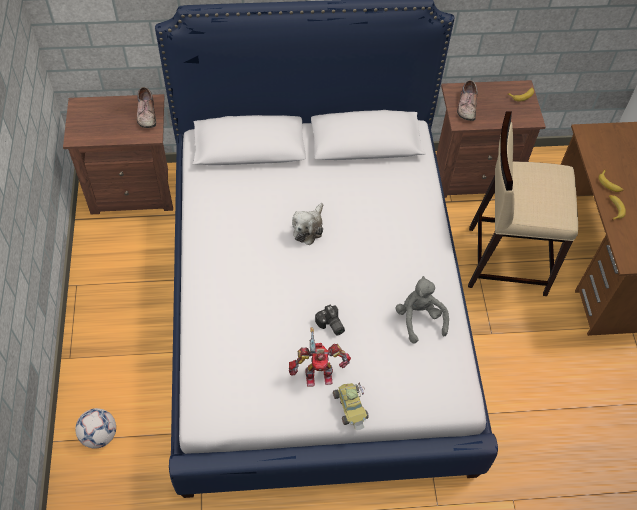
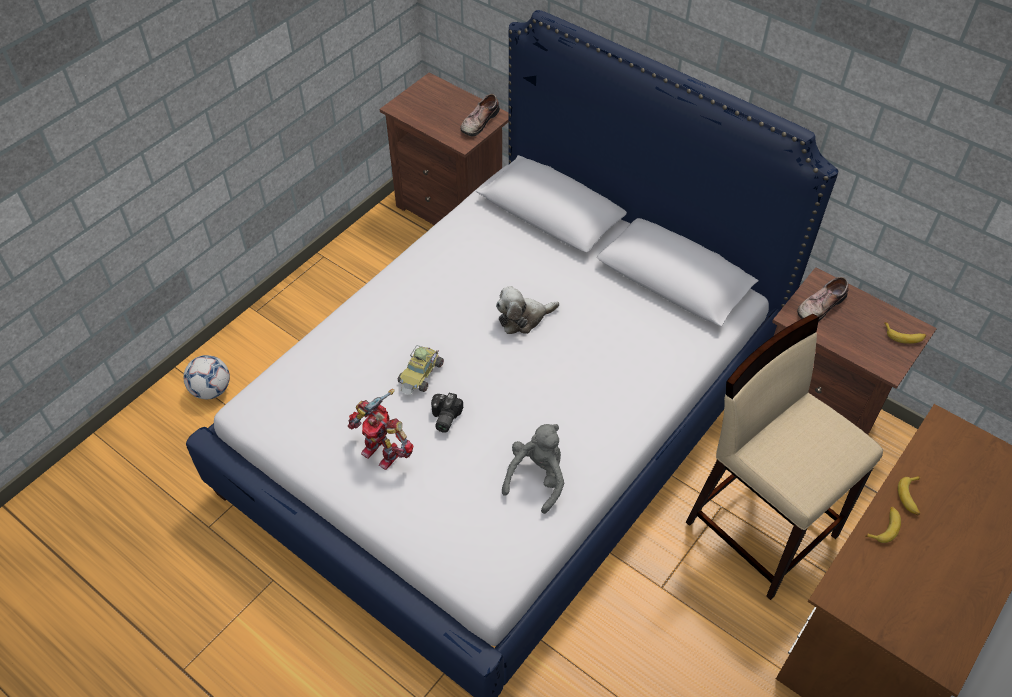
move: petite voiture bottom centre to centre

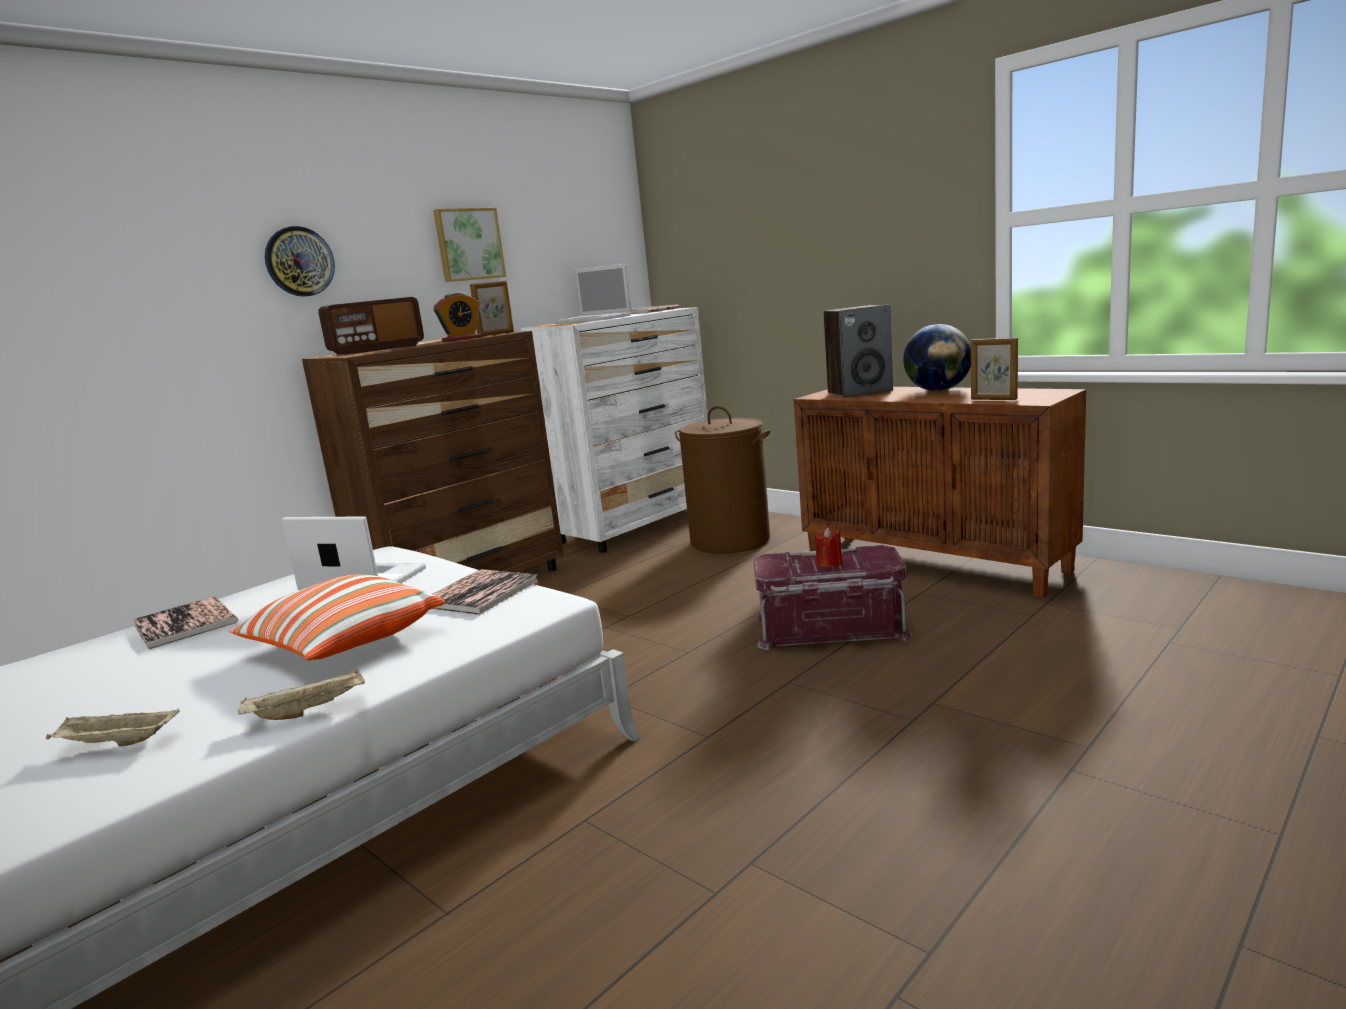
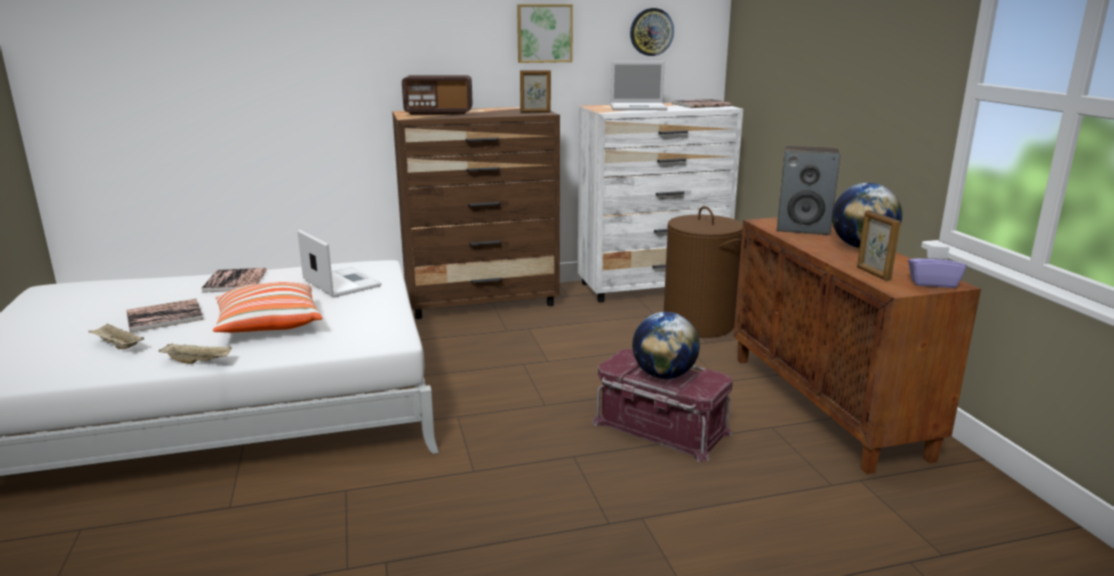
delete: réveil top centre
insert: boîte à mouchoirs [violet] middle right
move: horloge murale top left to top centre; livre (2nd from left in the first image) centre to livre (1st from left) middle left
replace: bougie [rouge] centre to globe (1st from left) centre
rotate: ordinateur portable (2nd from left) top centre = top centre 60 degrees counterclockwise

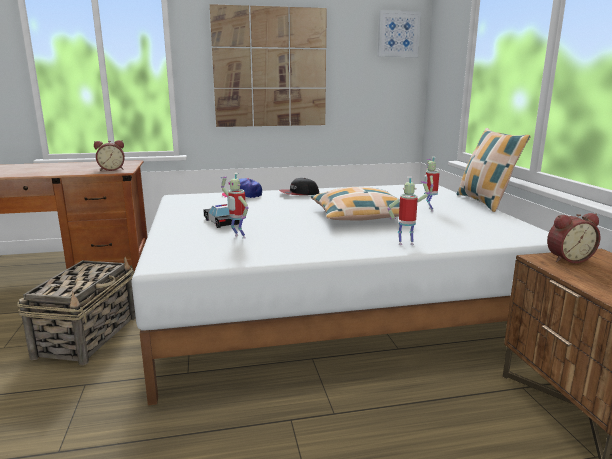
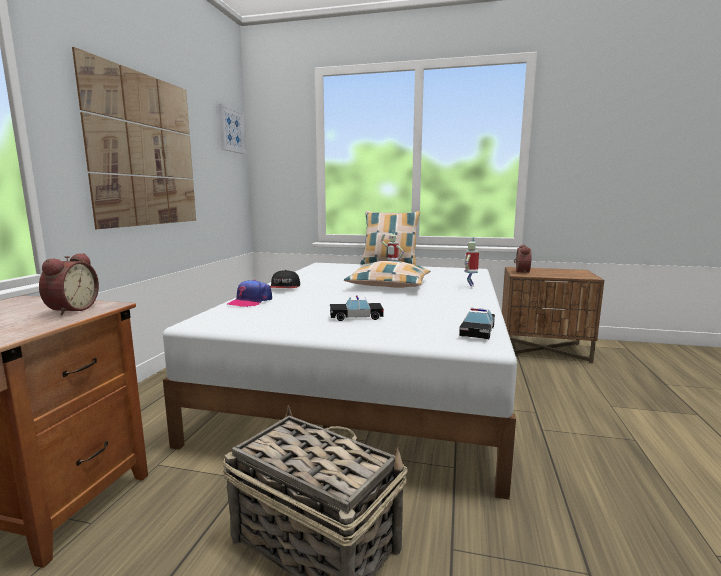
delete: robot jouet (1st from left) centre
insert: petite voiture (2nd from left) centre

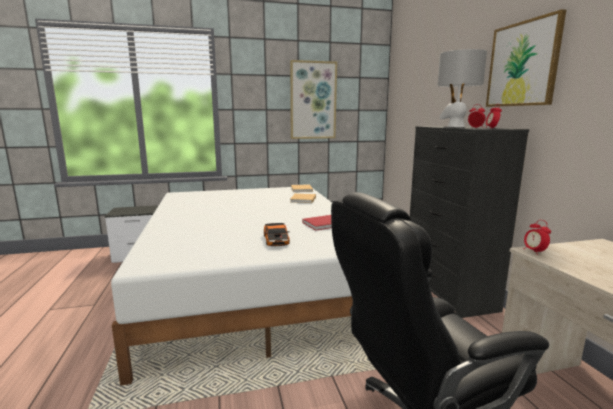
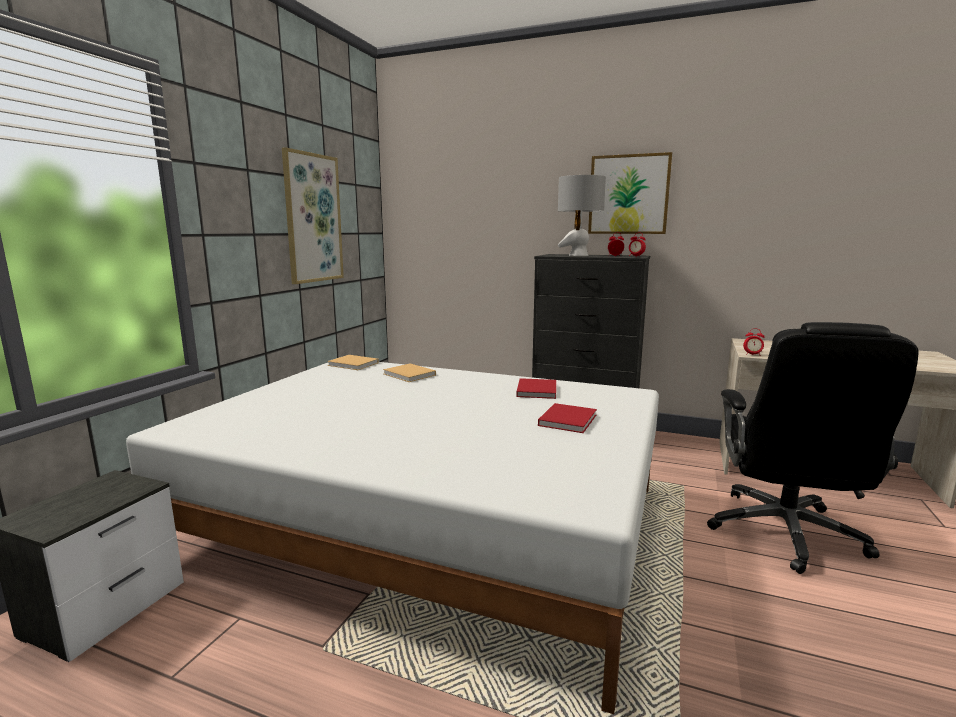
replace: petite voiture centre to livre [rouge] (2nd from left) centre

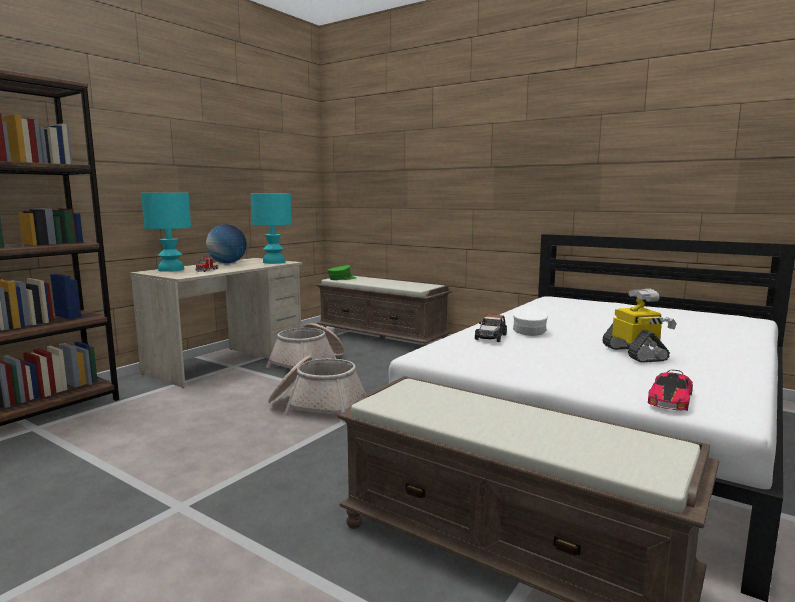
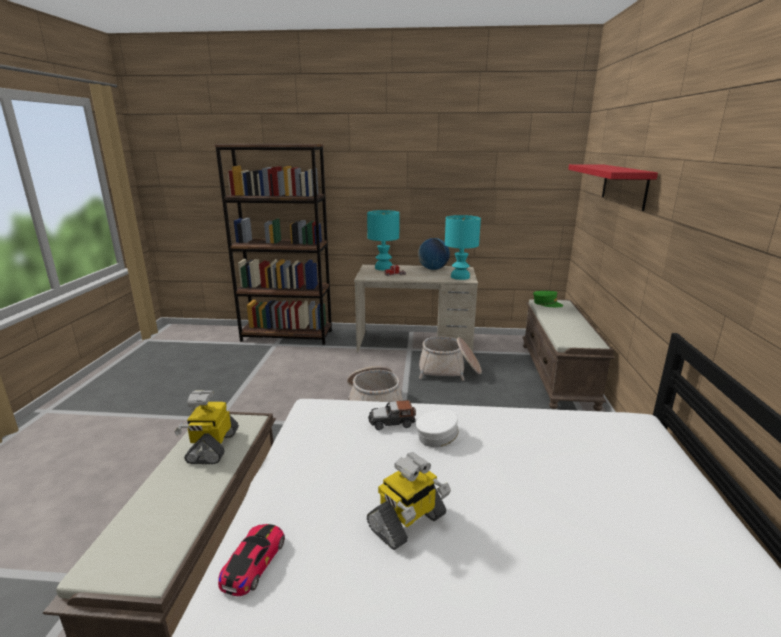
insert: robot jouet (1st from left) bottom left; étagère [rouge] top right
rotate: petite voiture (2nd from left in the first image) middle right = bottom left 105 degrees clockwise

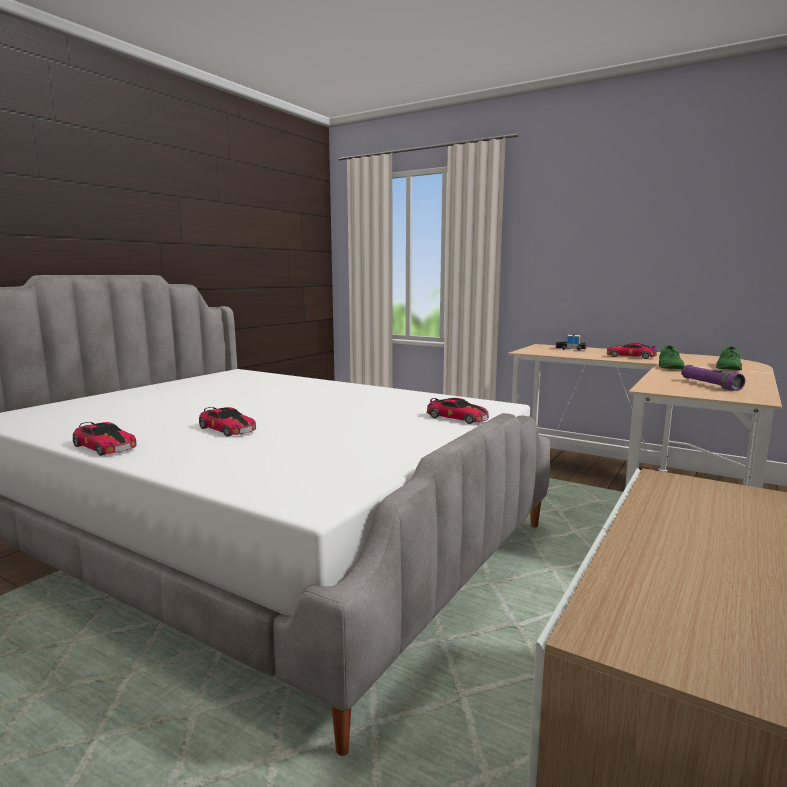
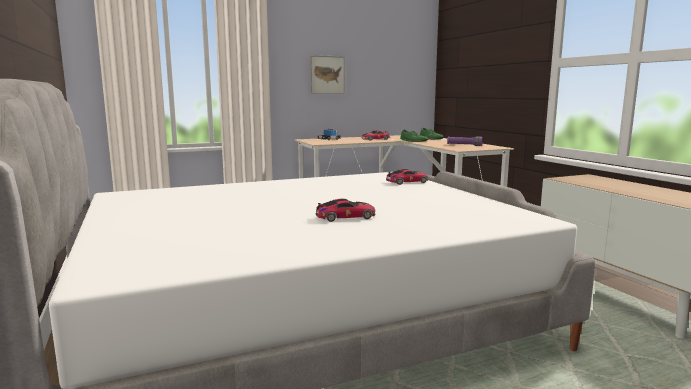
delete: petite voiture (1st from left) middle left
insert: tableau top centre

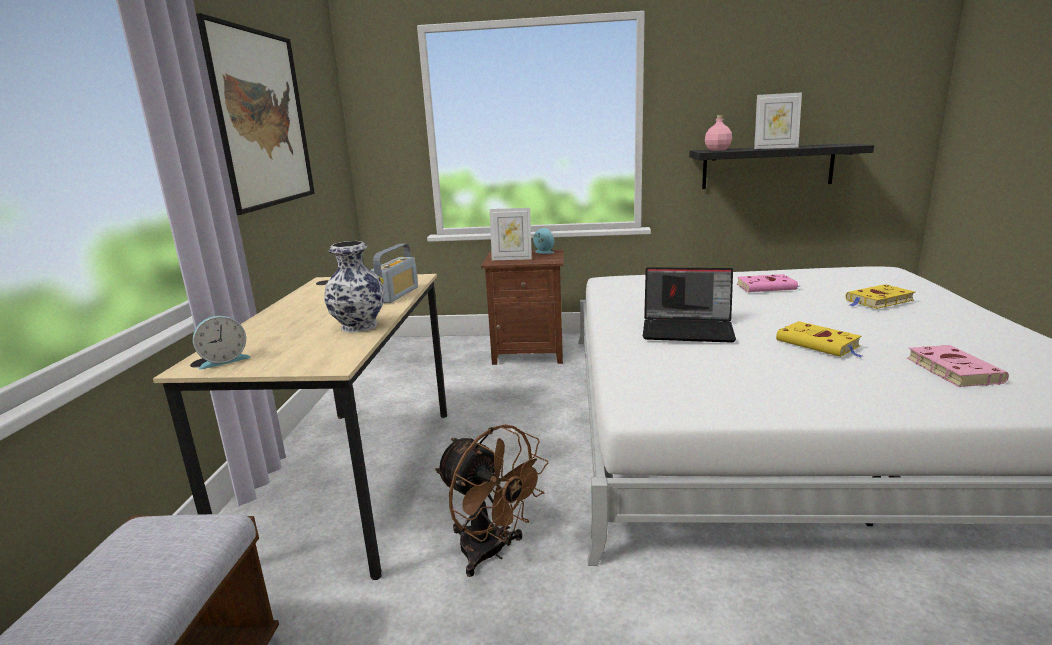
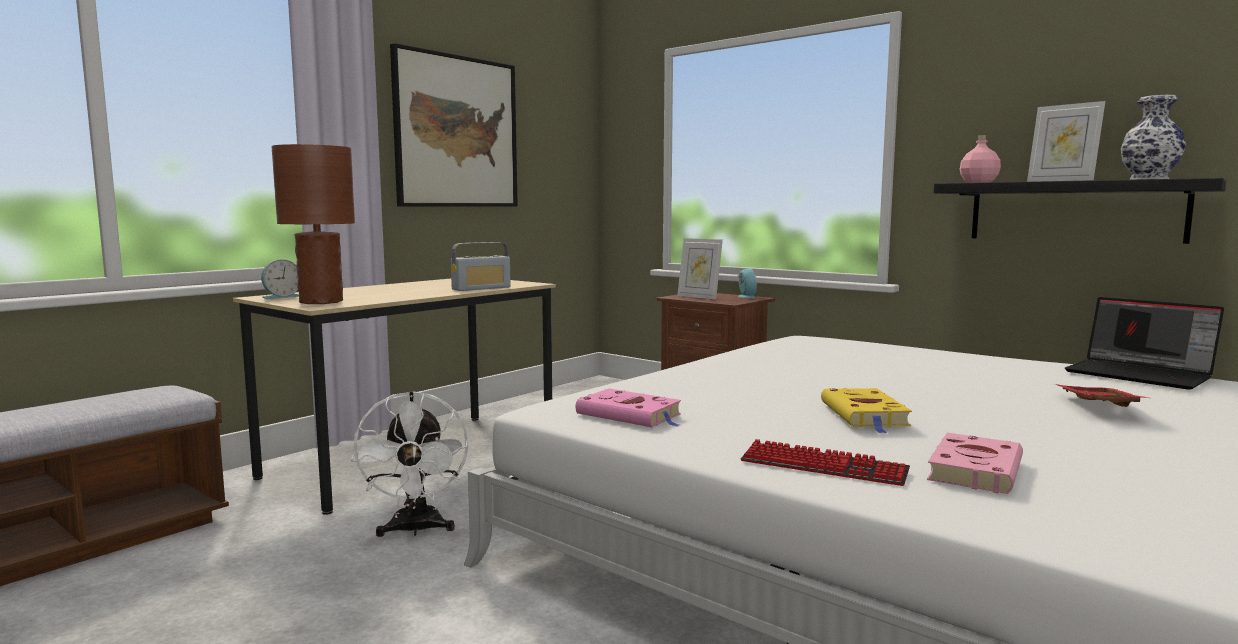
insert: lampe de table [marron] middle left; clavier bottom centre
move: vase centre to top right; ordinateur portable centre to middle right; livre [rose] (1st from left) middle right to centre
replace: livre [jaune] (2nd from left) middle right to plateau [rouge] middle right
recolor: ventilateur [marron] bottom centre to ventilateur [blanc] bottom left
rotate: réveil (1st from left) middle left = middle left 45 degrees counterclockwise

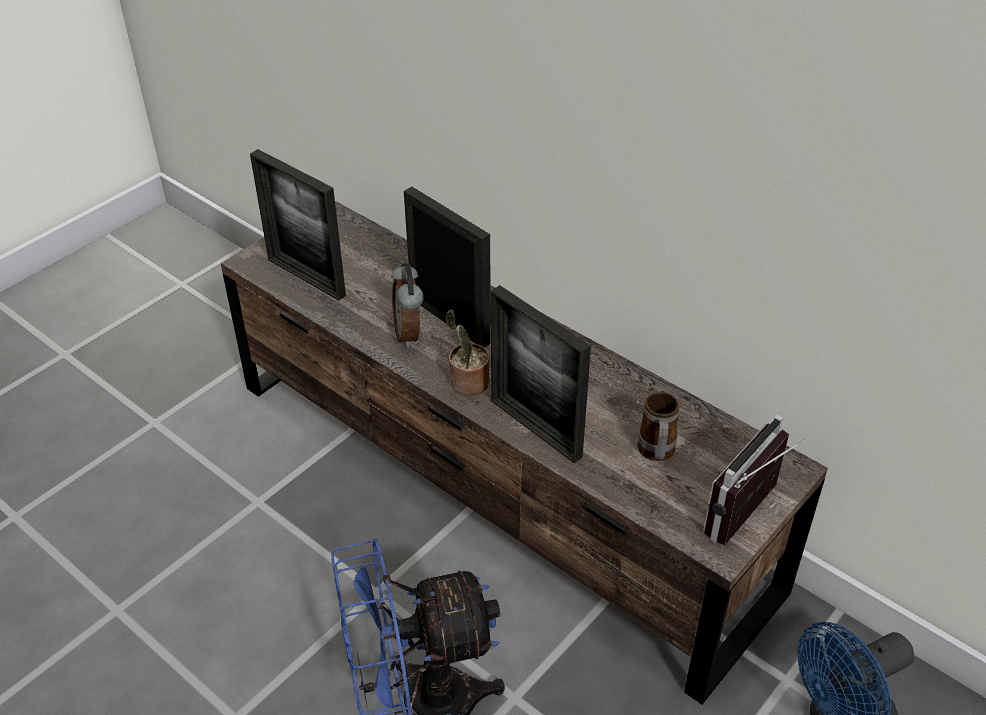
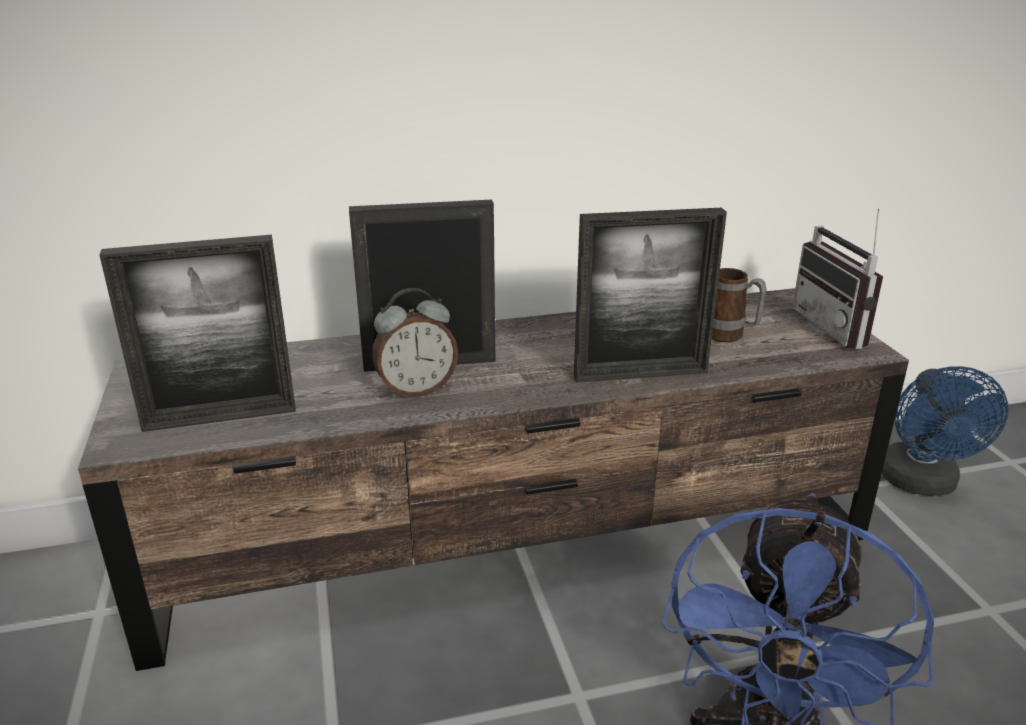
delete: plante en pot centre
rotate: réveil centre = centre 45 degrees counterclockwise

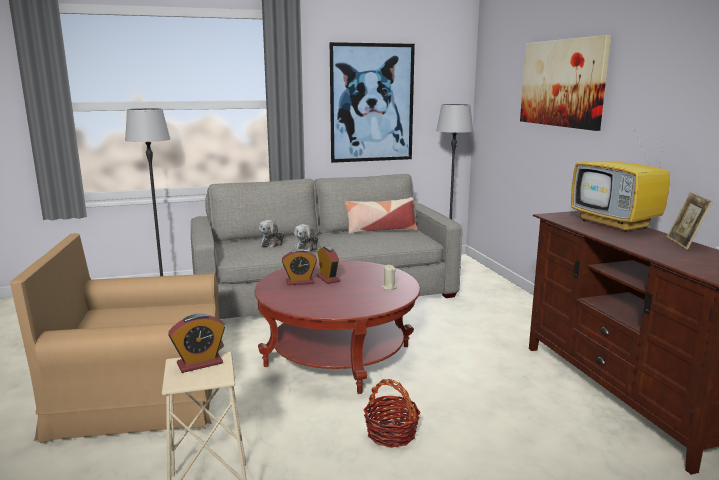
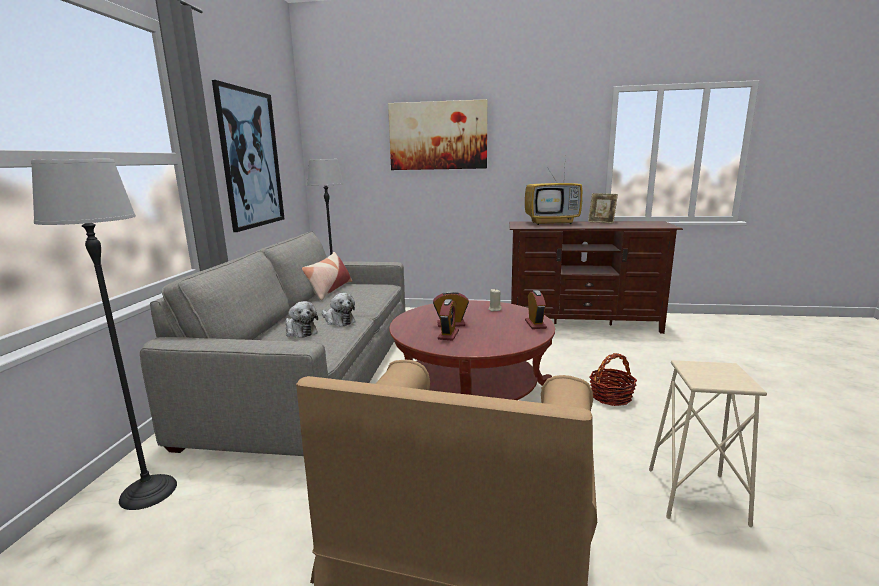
move: réveil (1st from left in the first image) bottom left to réveil (3rd from left) centre

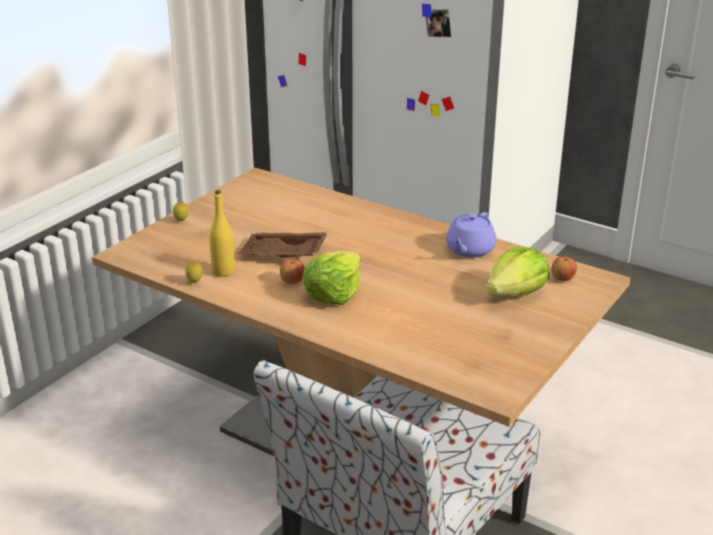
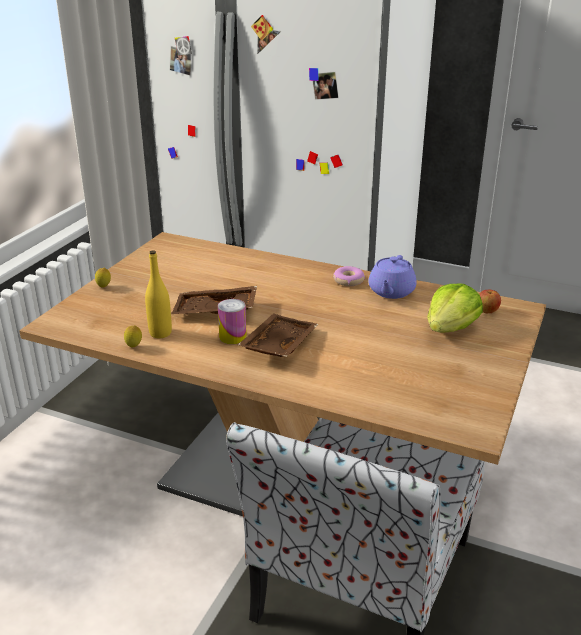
insert: beignet centre
replace: pomme (1st from left) centre to boîte métallique centre; laitue (1st from left) centre to plateau [marron] (2nd from left) centre

